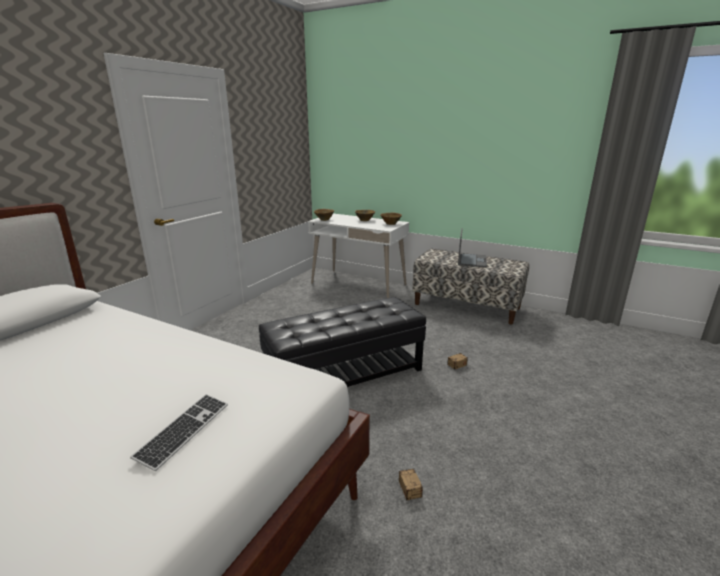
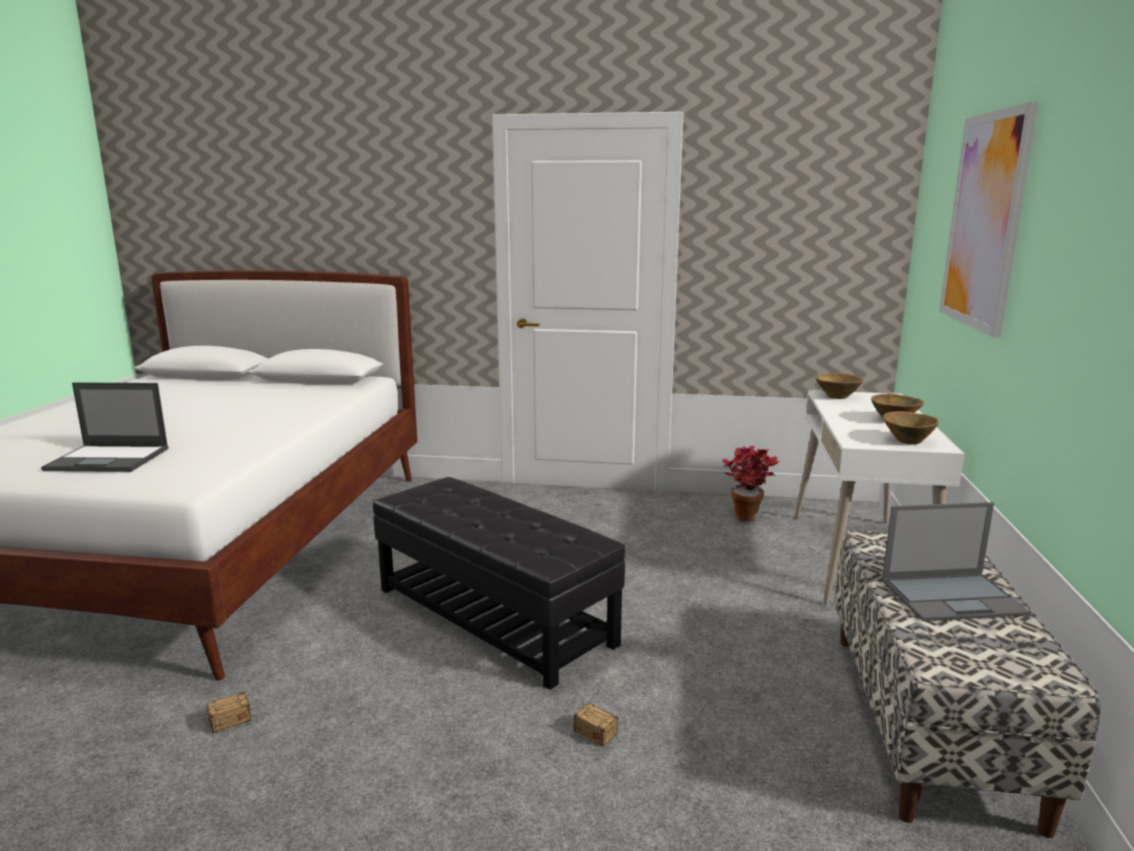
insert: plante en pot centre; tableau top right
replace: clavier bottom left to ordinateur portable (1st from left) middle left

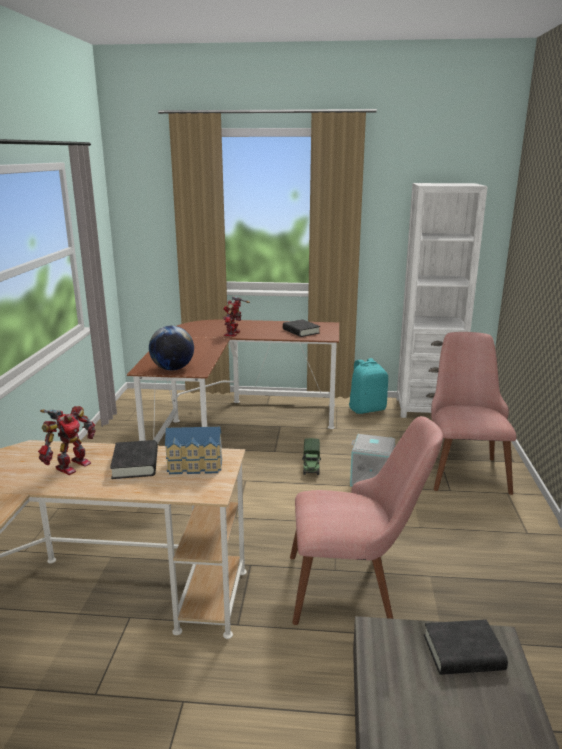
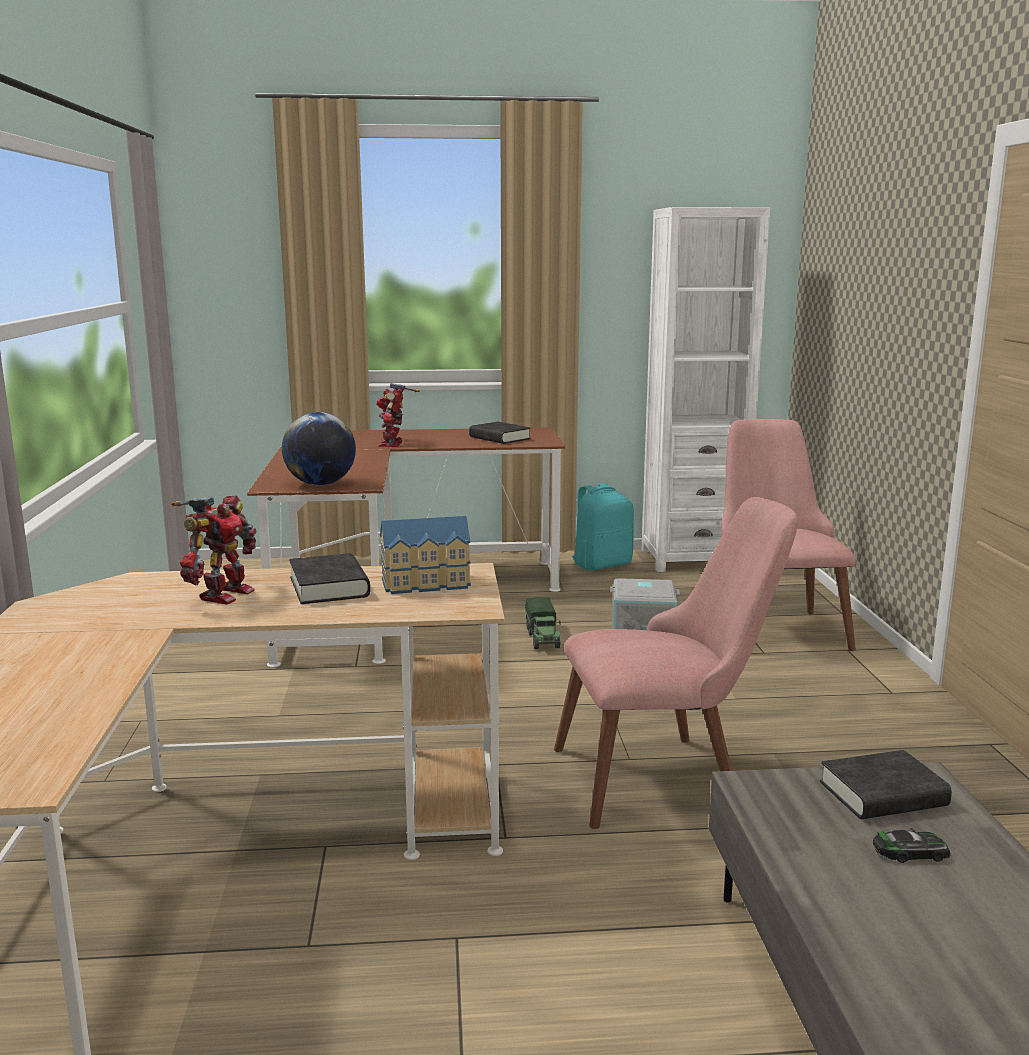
insert: petite voiture bottom right

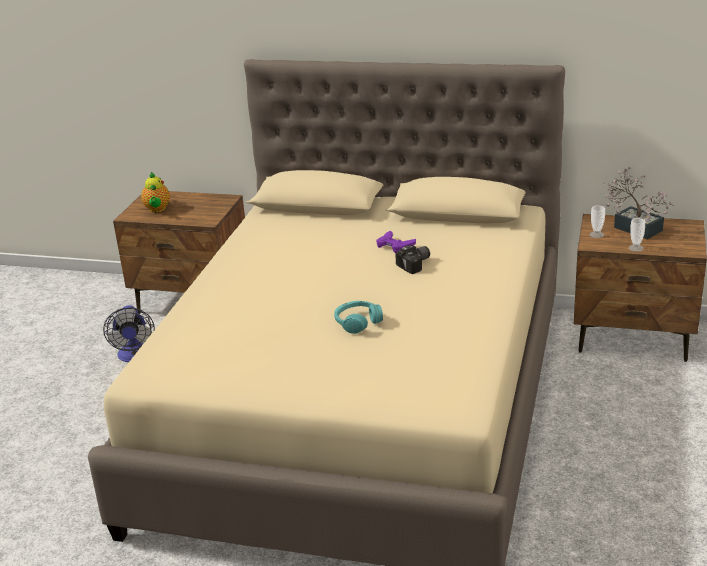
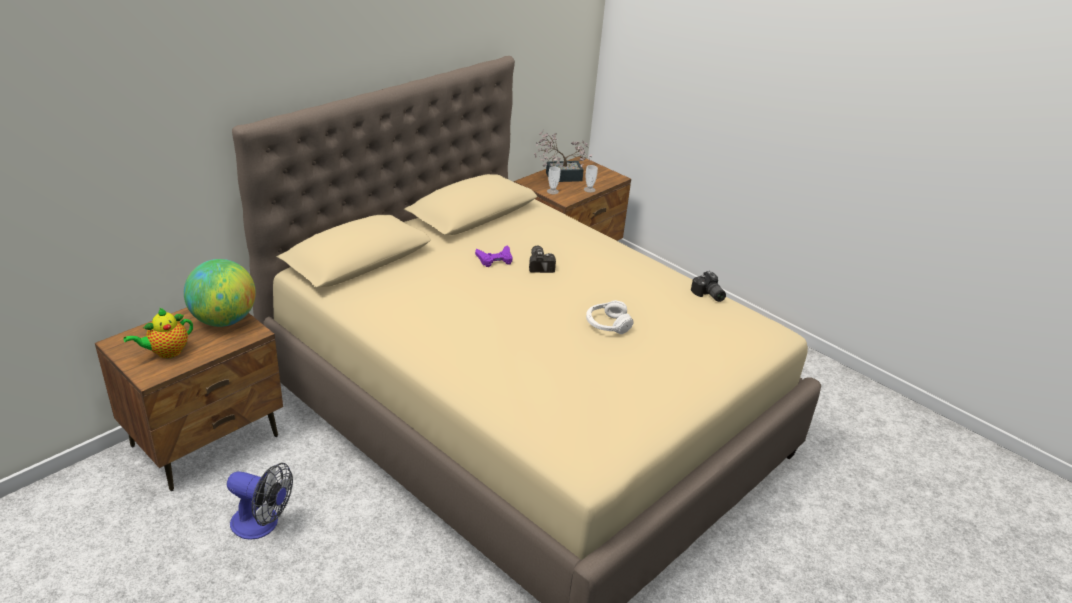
insert: globe middle left; appareil photo (2nd from left) centre
recolor: casque audio [turquoise] centre to casque audio [blanc] centre
rotate: théière middle left = middle left 120 degrees clockwise

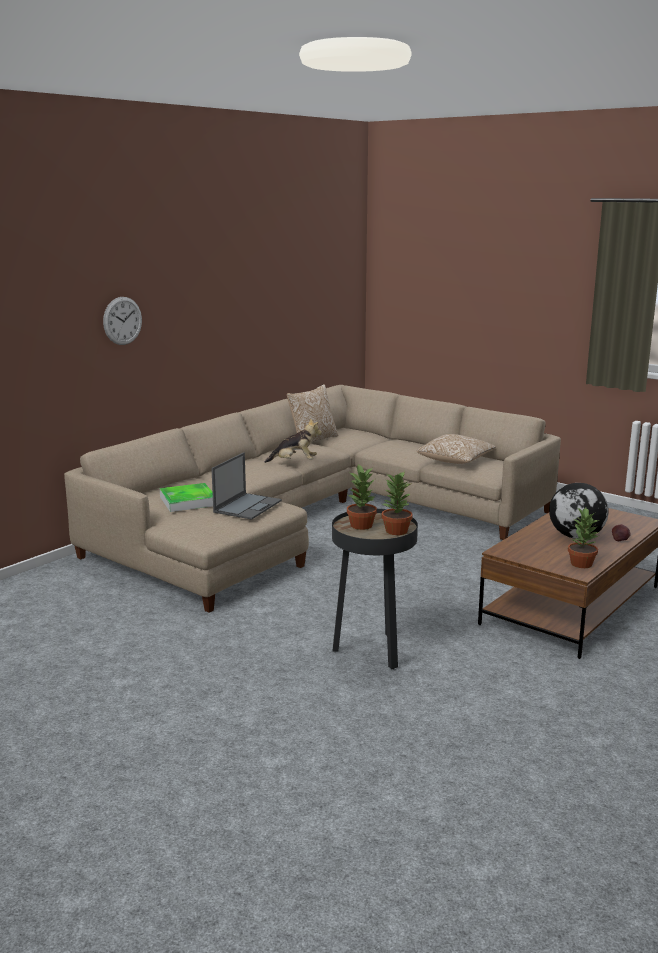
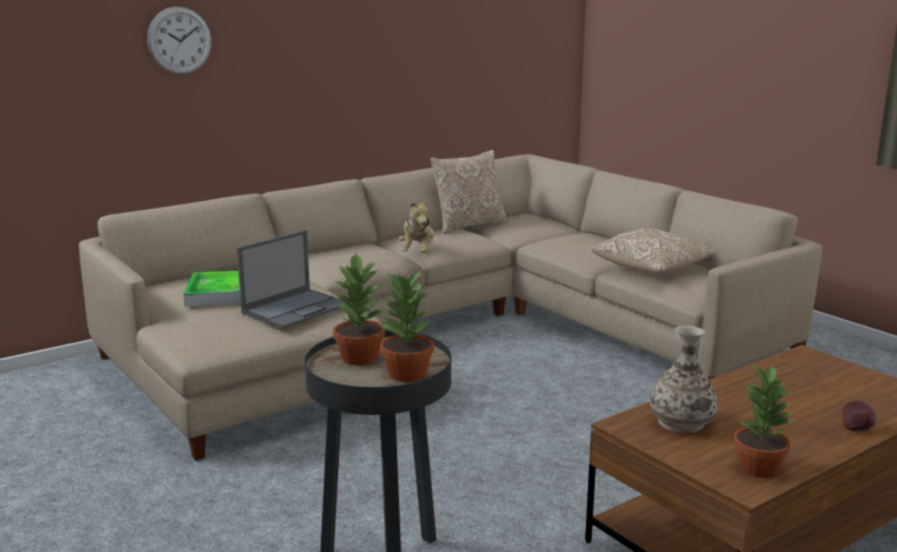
delete: globe middle right
insert: vase bottom right
rotate: peluche centre = centre 75 degrees clockwise

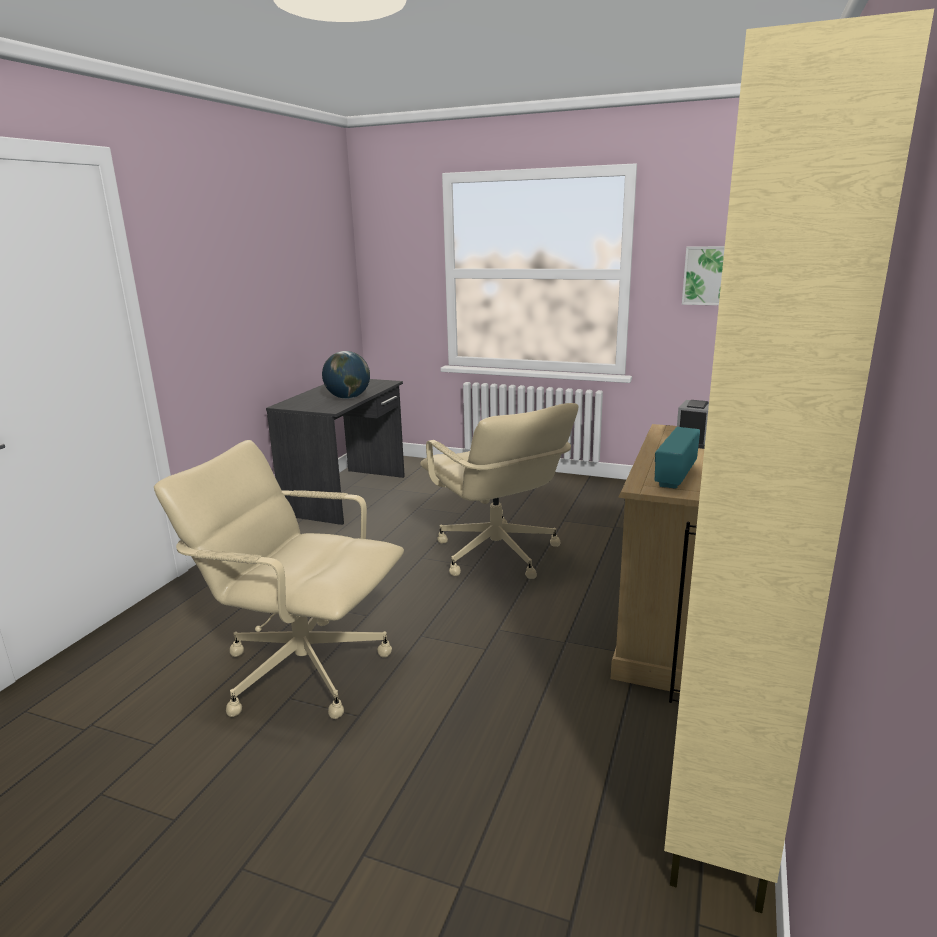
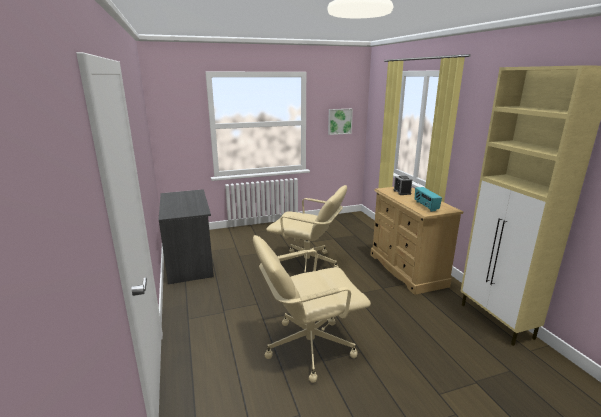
delete: globe centre

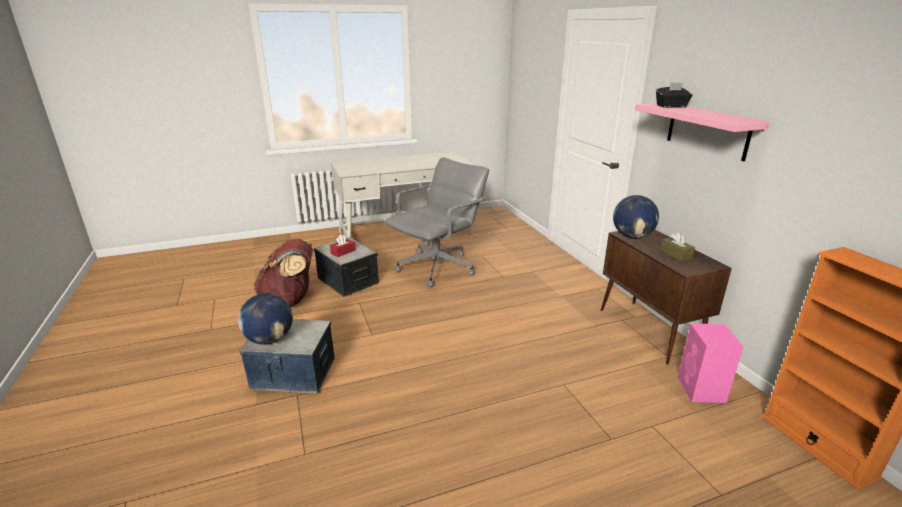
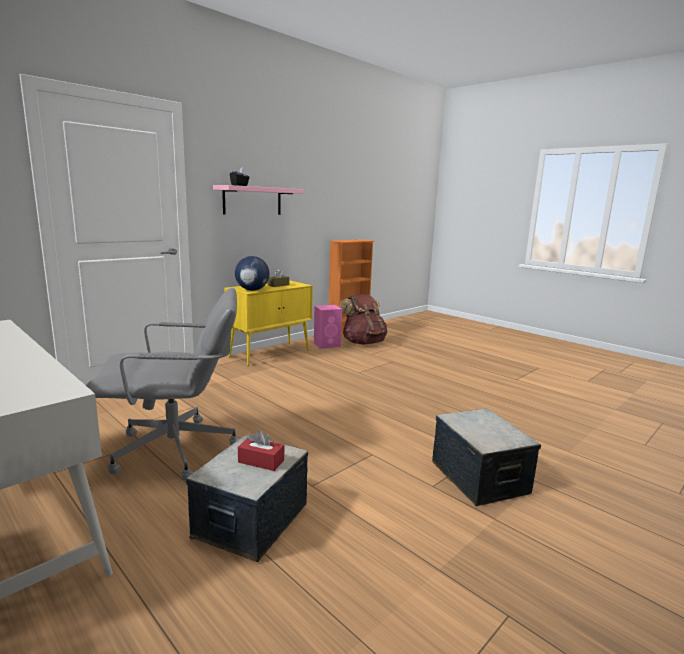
delete: globe (1st from left) middle left
move: sac à dos [marron] middle left to centre
recolor: meuble de rangement [marron] middle right to meuble de rangement [jaune] centre
rotate: chaise de bureau [gris] centre = middle left 150 degrees clockwise

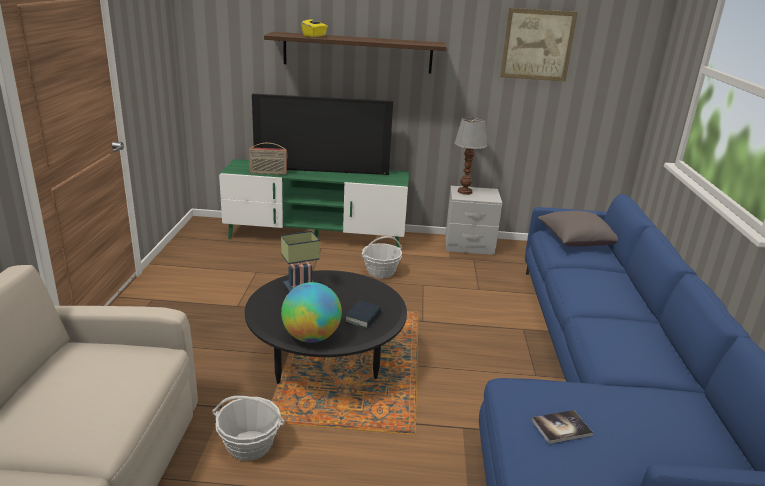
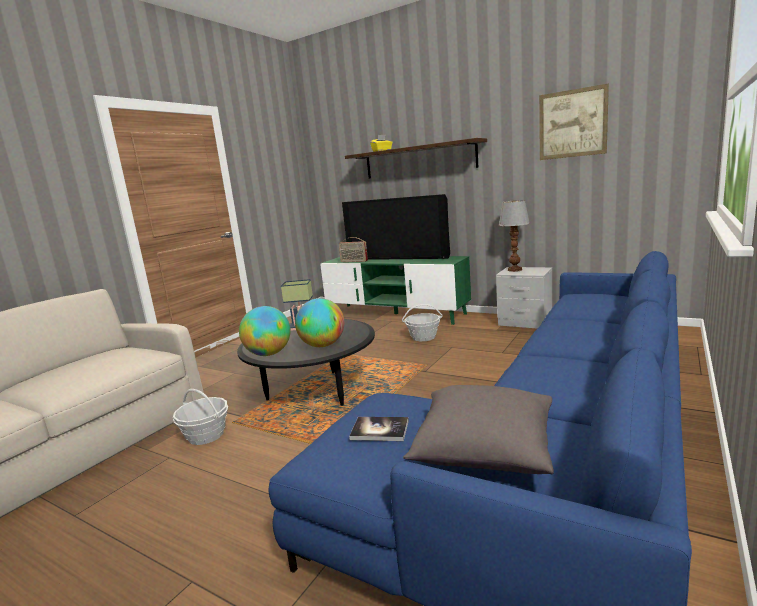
move: coussin [gris] middle right to bottom centre
replace: livre (1st from left) centre to globe (2nd from left) centre

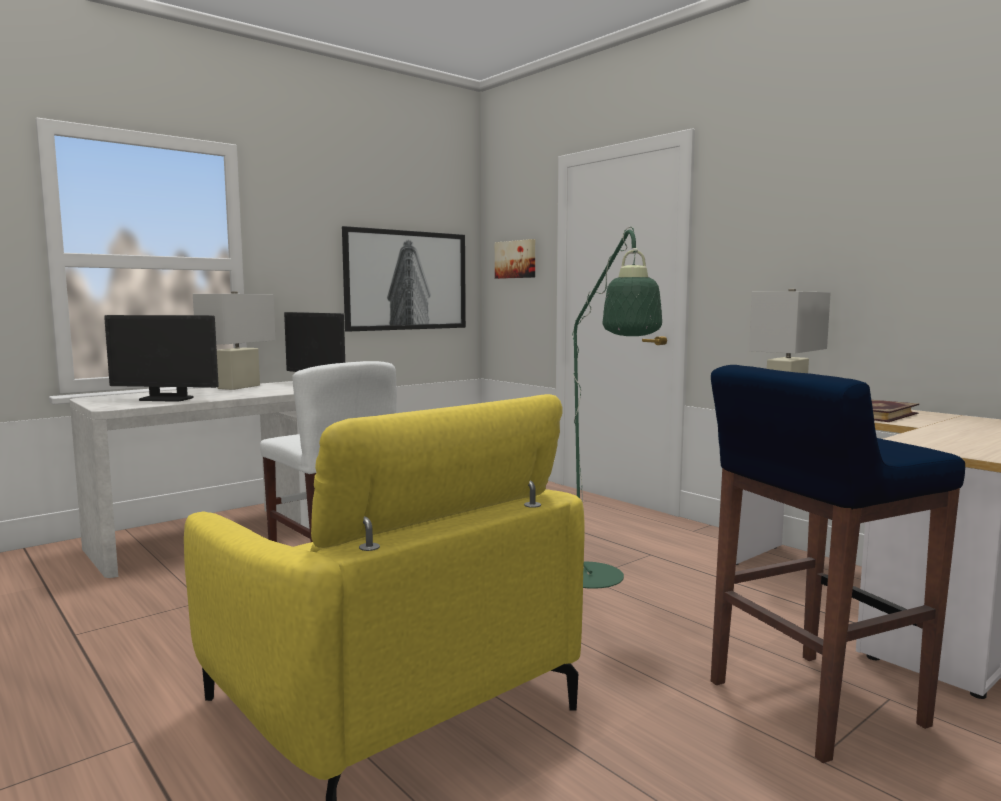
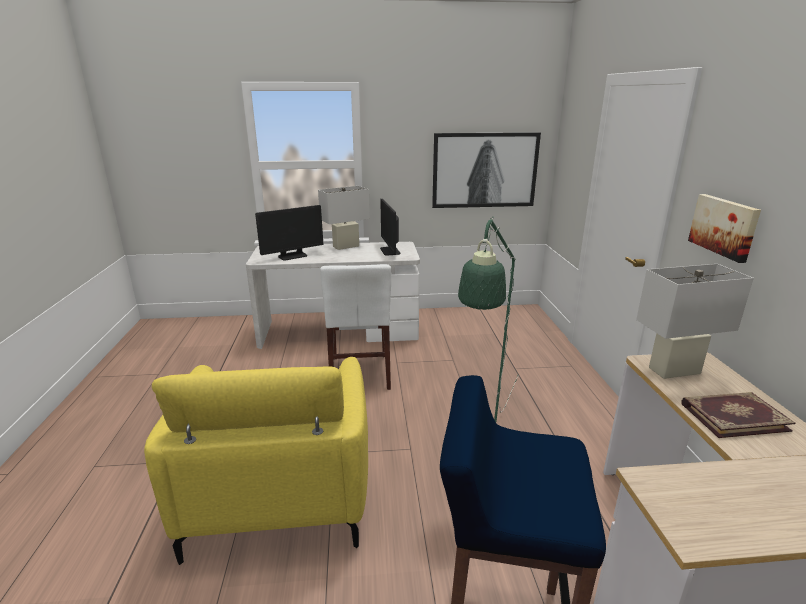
move: tableau (2nd from left) top centre to middle right
rotate: écran d'ordinateur (1st from left) middle left = centre 75 degrees counterclockwise

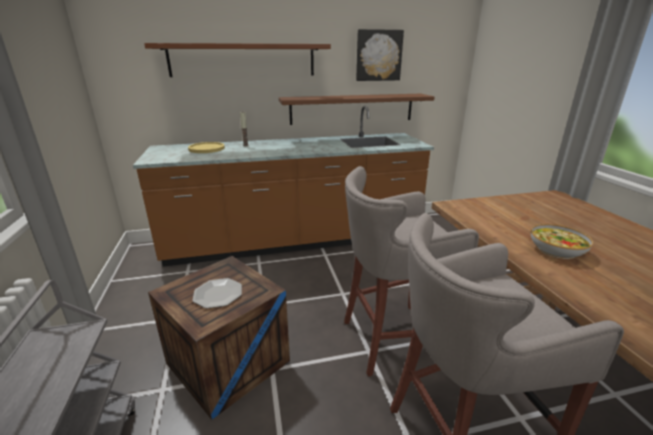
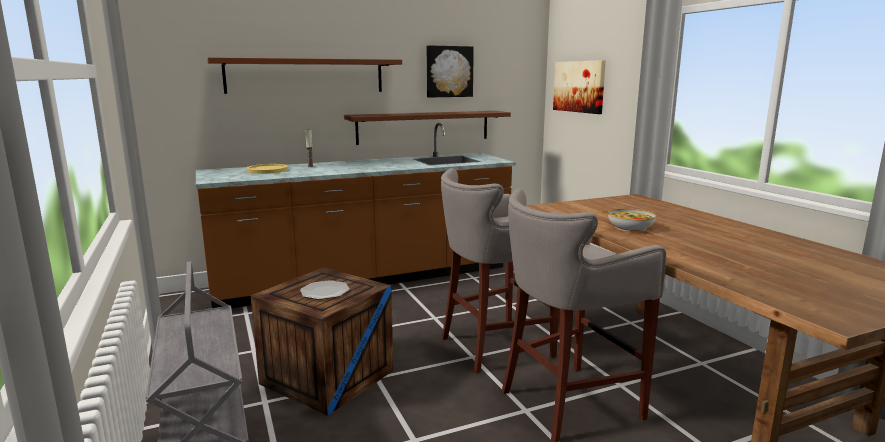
insert: tableau (2nd from left) top centre

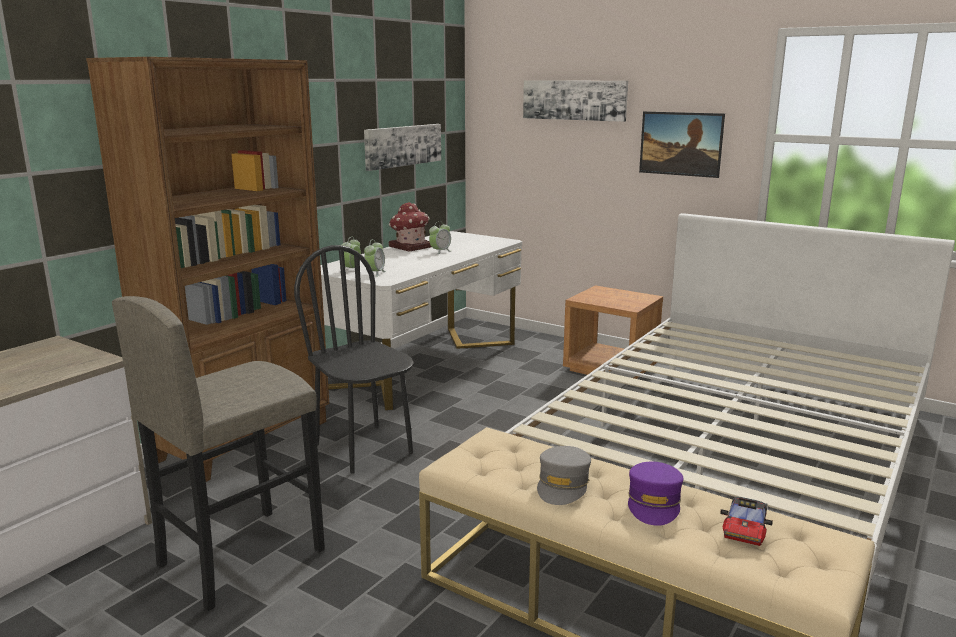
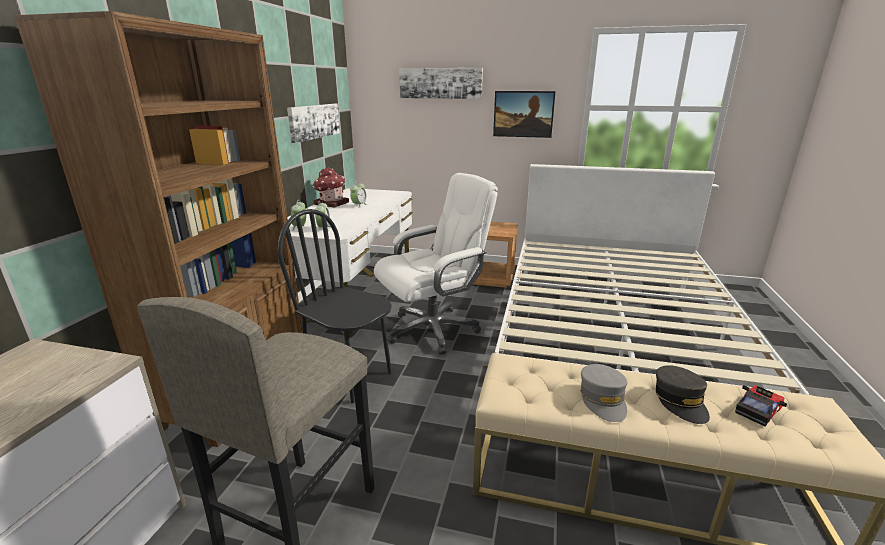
insert: chaise de bureau [blanc] centre
recolor: casquette [violet] bottom right to casquette [gris] (2nd from left) bottom right
rotate: petite voiture bottom right = bottom right 135 degrees counterclockwise

